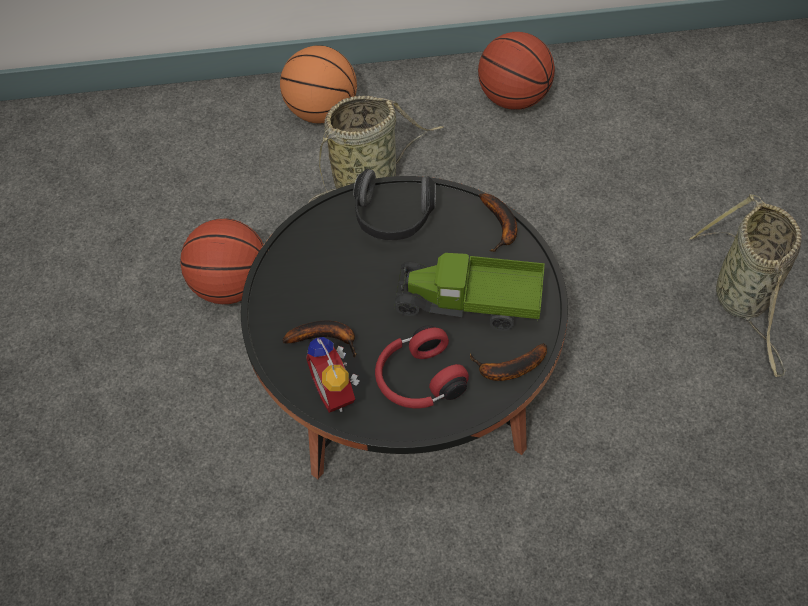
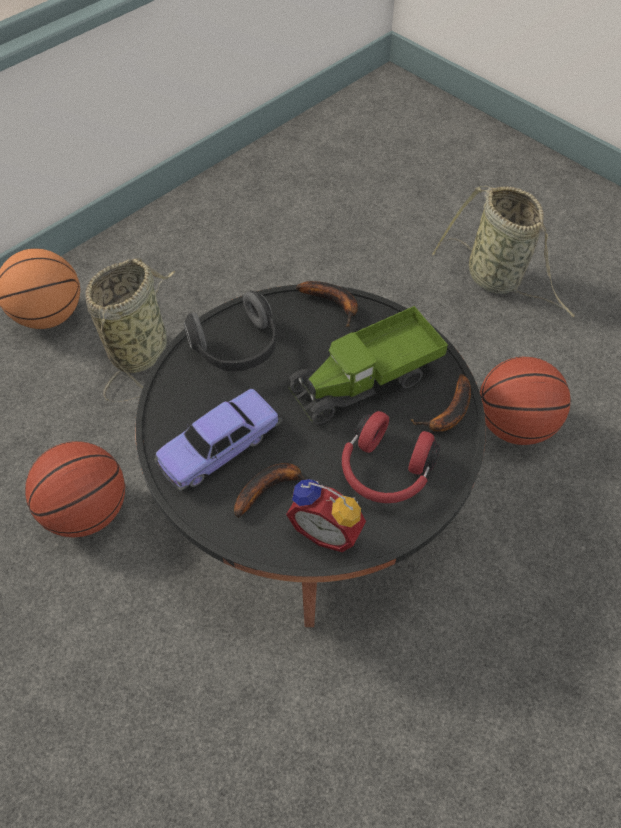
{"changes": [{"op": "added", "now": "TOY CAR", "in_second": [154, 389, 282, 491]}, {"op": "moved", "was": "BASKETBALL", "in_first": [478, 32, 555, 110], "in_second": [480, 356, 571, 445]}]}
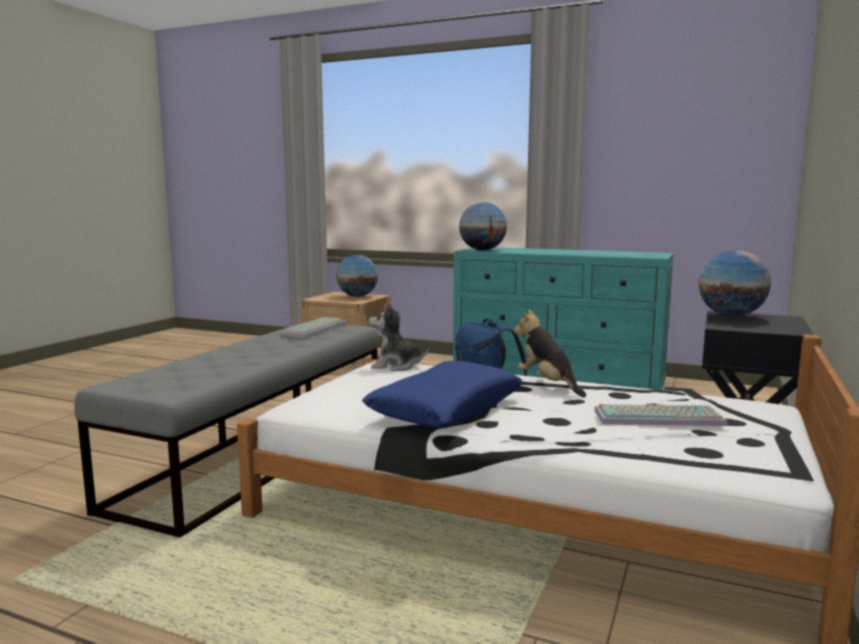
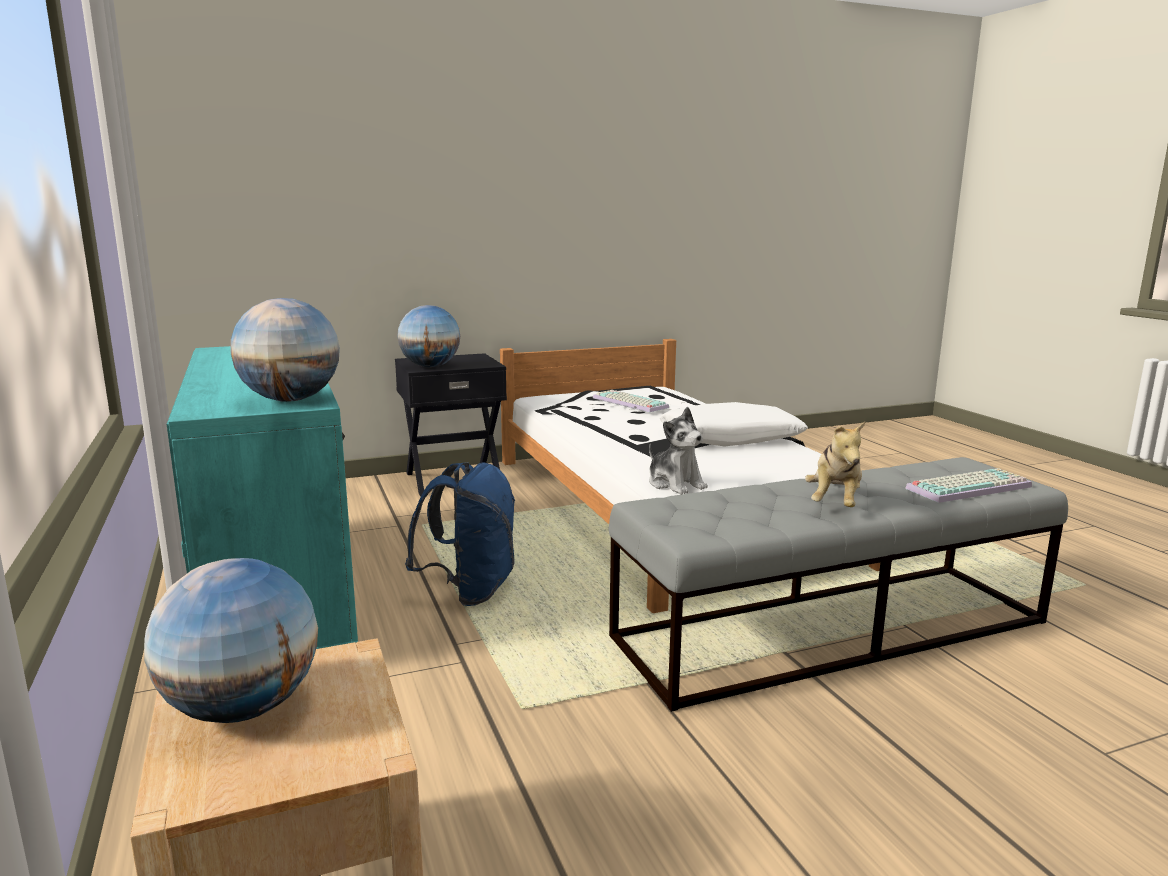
{"changes": [{"op": "recoloured", "was": "BLUE PILLOW", "now": "WHITE PILLOW", "in_first": [361, 361, 523, 428], "in_second": [660, 402, 808, 447]}, {"op": "moved", "was": "PLUSH TOY", "in_first": [514, 309, 586, 397], "in_second": [805, 421, 865, 507]}, {"op": "moved", "was": "KEYBOARD", "in_first": [280, 317, 347, 338], "in_second": [905, 468, 1032, 503]}]}
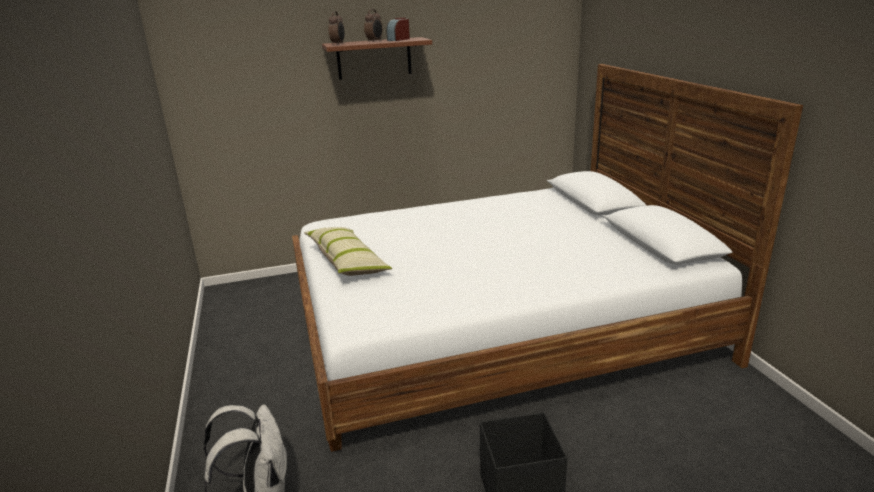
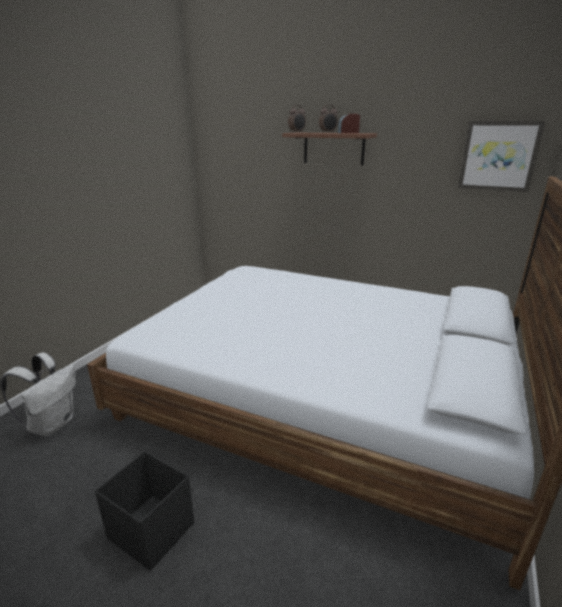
{"changes": [{"op": "added", "now": "PICTURE", "in_second": [458, 121, 545, 192]}, {"op": "removed", "was": "PILLOW", "in_first": [304, 227, 392, 276]}]}
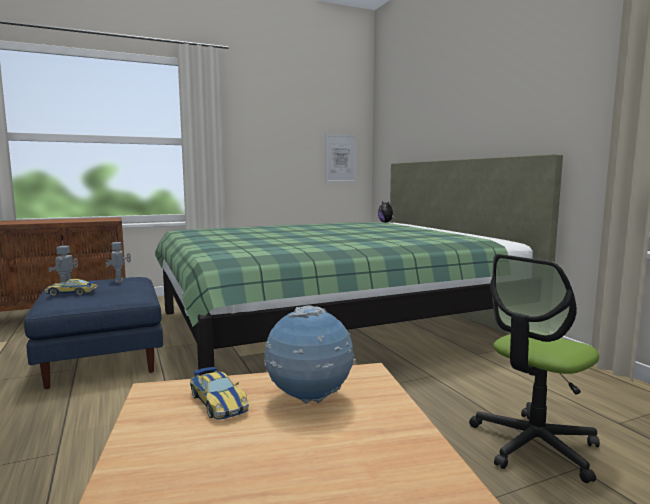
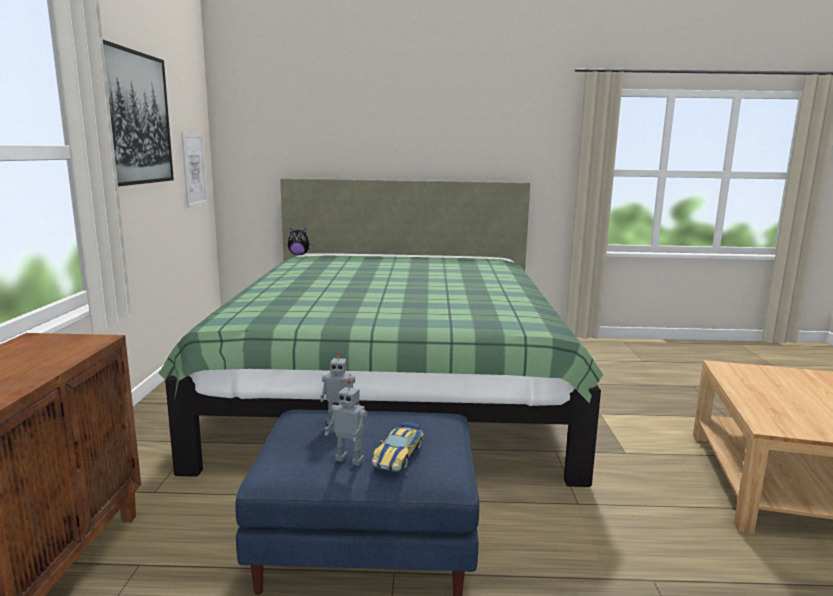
{"changes": [{"op": "added", "now": "PICTURE", "in_second": [103, 40, 174, 186]}, {"op": "removed", "was": "TOY CAR", "in_first": [190, 367, 249, 420]}, {"op": "removed", "was": "GLOBE", "in_first": [264, 305, 356, 404]}, {"op": "removed", "was": "OFFICE CHAIR", "in_first": [469, 254, 600, 483]}]}
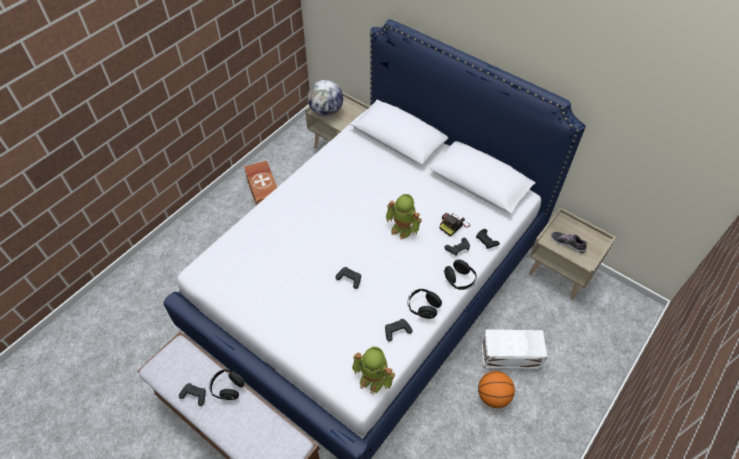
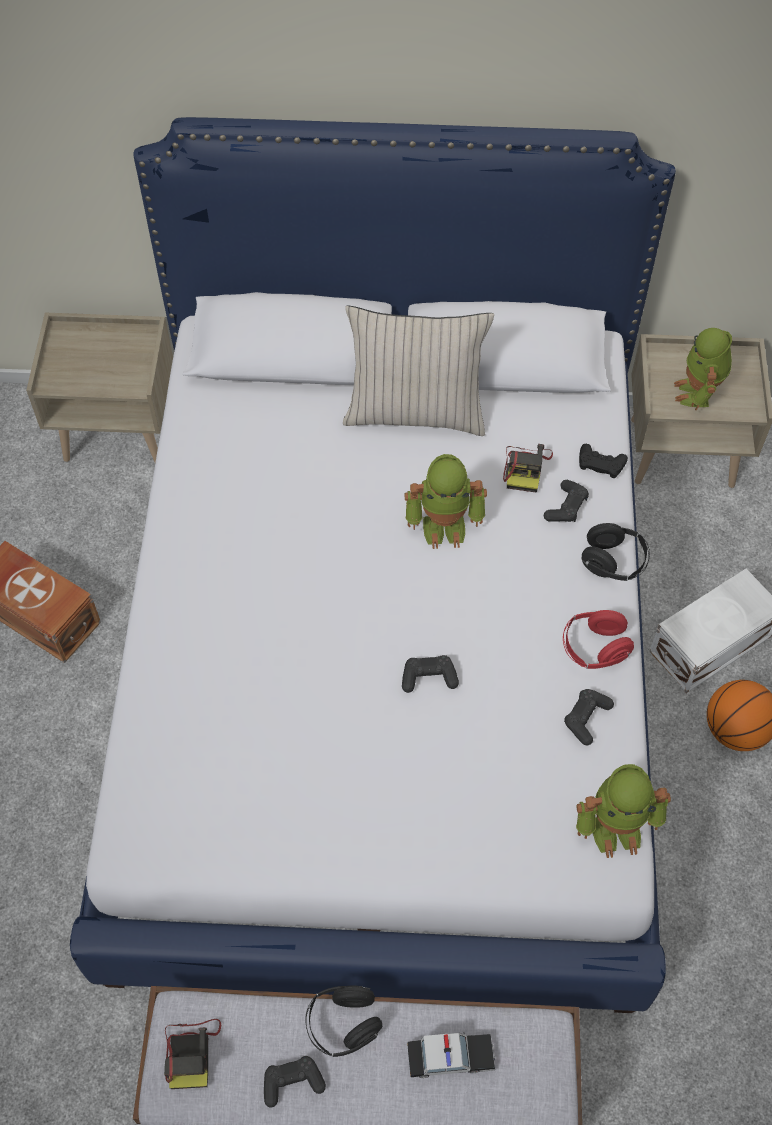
{"changes": [{"op": "added", "now": "PHOTO CAMERA", "in_second": [164, 1019, 221, 1089]}, {"op": "added", "now": "BEIGE PILLOW", "in_second": [343, 305, 494, 436]}, {"op": "added", "now": "TOY CAR", "in_second": [407, 1033, 495, 1078]}, {"op": "recoloured", "was": "BLACK HEADPHONES", "now": "RED HEADPHONES", "in_first": [408, 289, 442, 319], "in_second": [563, 610, 634, 669]}, {"op": "replaced", "was": "SHOE", "now": "TOY ROBOT", "in_first": [551, 232, 587, 253], "in_second": [674, 328, 732, 410]}, {"op": "removed", "was": "GLOBE", "in_first": [307, 80, 343, 116]}]}
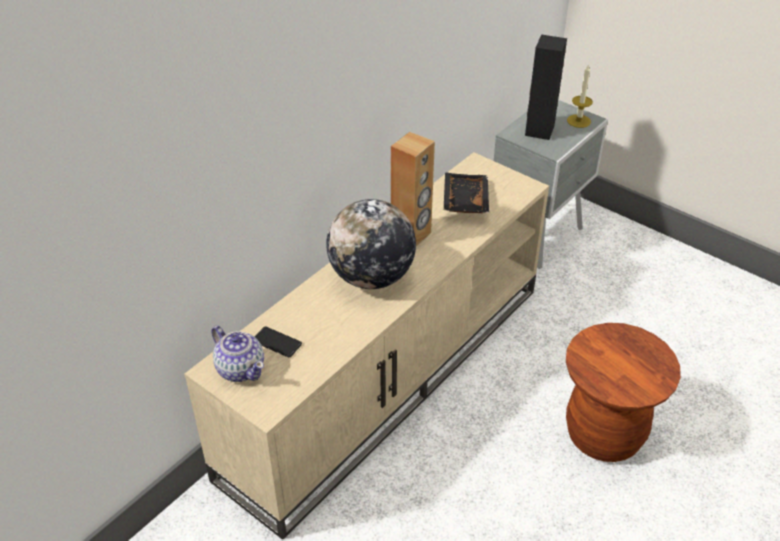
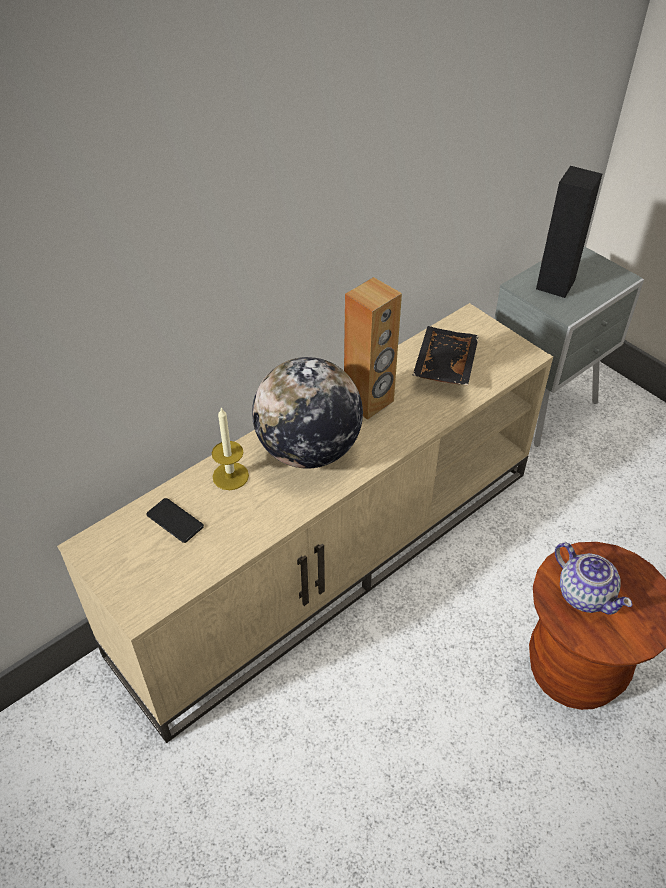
{"changes": [{"op": "moved", "was": "CANDLE", "in_first": [567, 64, 593, 128], "in_second": [212, 407, 249, 490]}, {"op": "moved", "was": "TEAPOT", "in_first": [211, 326, 264, 382], "in_second": [555, 543, 632, 615]}]}
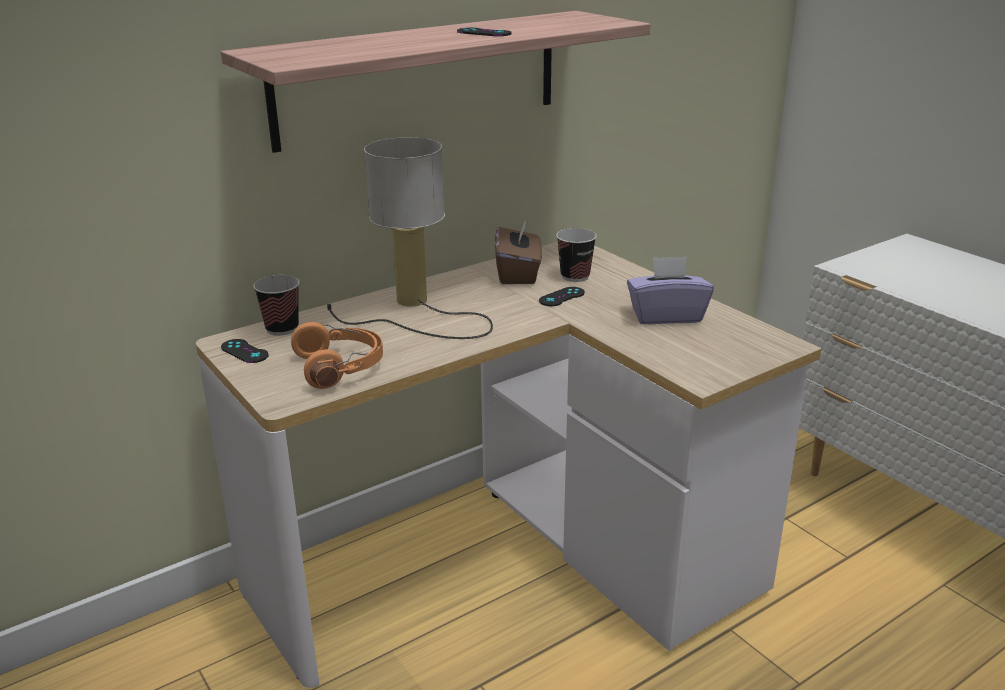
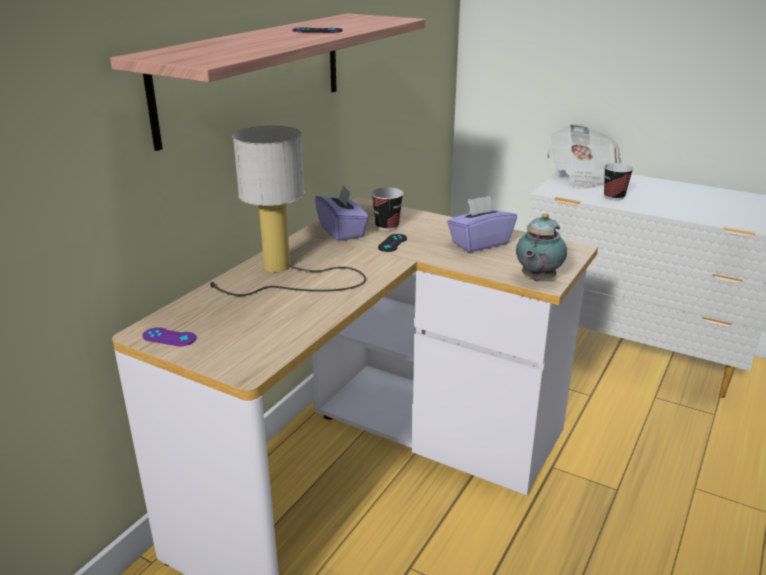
{"changes": [{"op": "recoloured", "was": "BLACK GAME CONTROLLER", "now": "PURPLE GAME CONTROLLER", "in_first": [221, 339, 269, 363], "in_second": [142, 327, 196, 346]}, {"op": "recoloured", "was": "BROWN TISSUE BOX", "now": "PURPLE TISSUE BOX", "in_first": [495, 220, 542, 284], "in_second": [315, 185, 369, 241]}, {"op": "added", "now": "TEAPOT", "in_second": [516, 213, 567, 281]}, {"op": "added", "now": "NEWSPAPER", "in_second": [547, 124, 619, 189]}, {"op": "moved", "was": "CUP", "in_first": [253, 275, 300, 336], "in_second": [604, 163, 633, 200]}, {"op": "removed", "was": "ORANGE HEADPHONES", "in_first": [291, 322, 383, 389]}]}
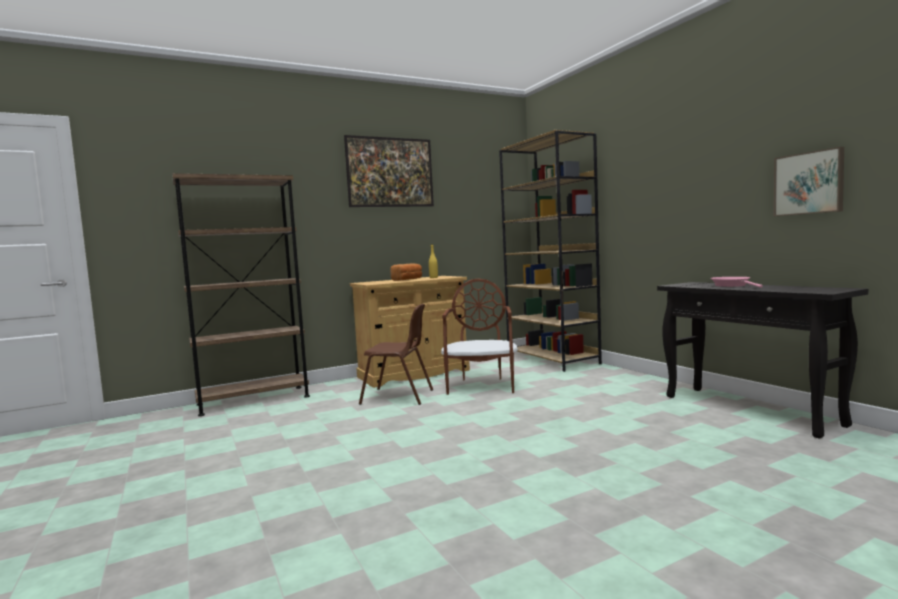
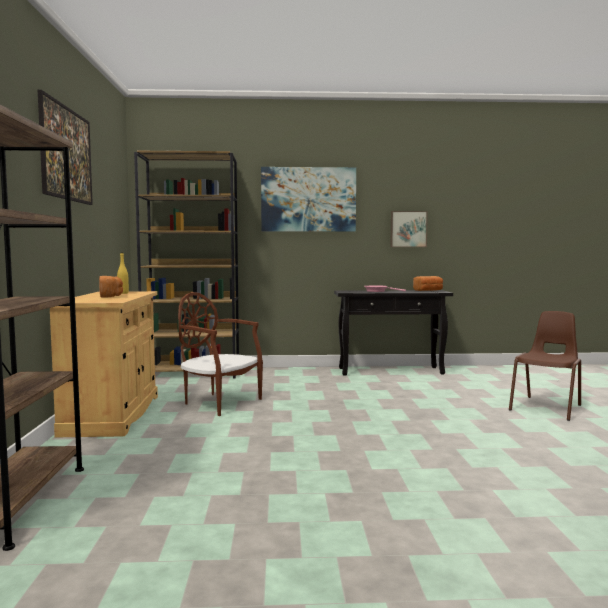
{"changes": [{"op": "added", "now": "PICTURE", "in_second": [261, 167, 356, 232]}, {"op": "added", "now": "BREAD", "in_second": [413, 276, 443, 291]}, {"op": "moved", "was": "BROWN CHAIR", "in_first": [359, 304, 433, 405], "in_second": [509, 311, 581, 421]}]}
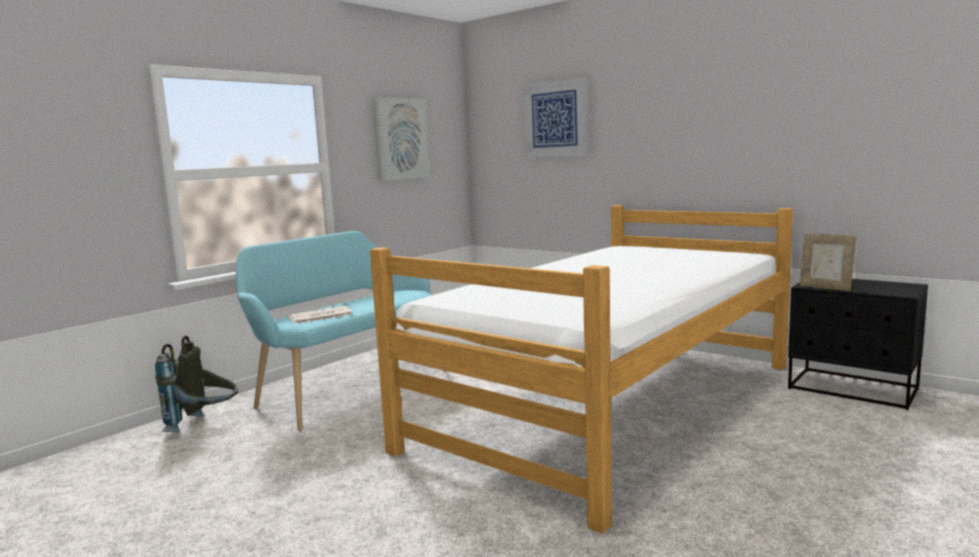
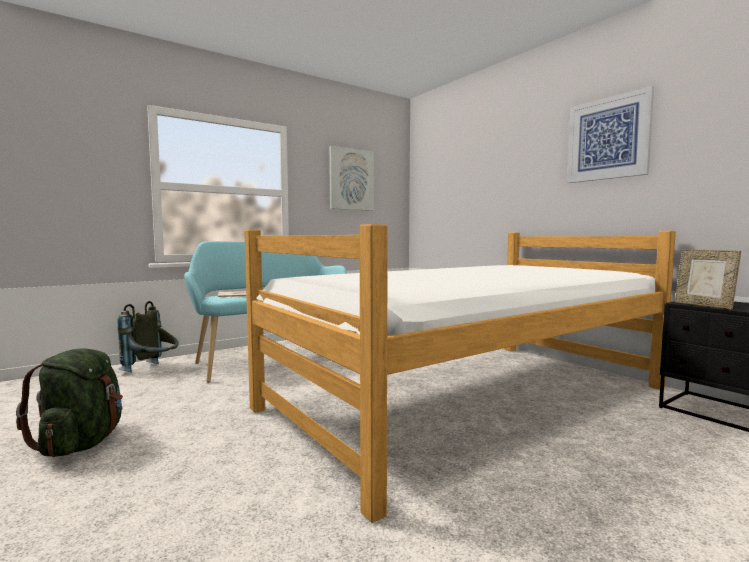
{"changes": [{"op": "added", "now": "GREEN BACKPACK", "in_second": [16, 348, 123, 457]}, {"op": "moved", "was": "PICTURE", "in_first": [523, 77, 588, 157], "in_second": [567, 86, 654, 183]}]}
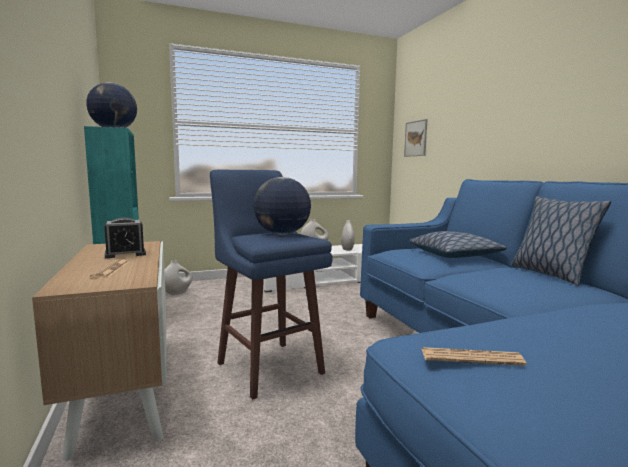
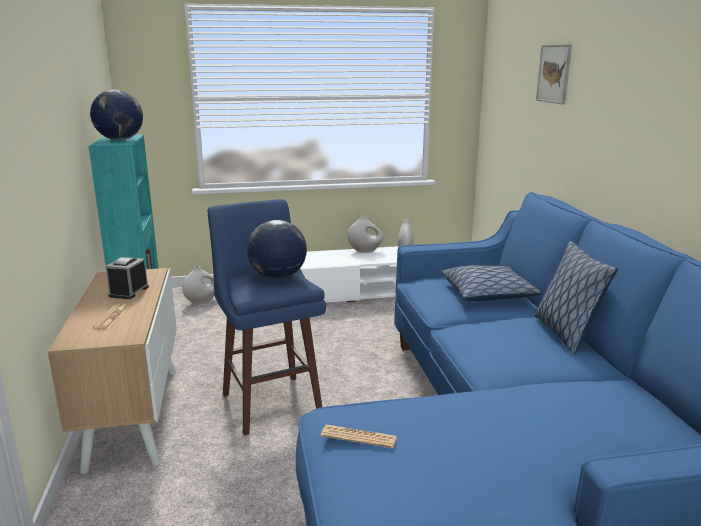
{"changes": [{"op": "turned", "was": "ALARM CLOCK", "in_first": [104, 218, 146, 258], "in_second": [105, 257, 149, 299], "clockwise": 120}, {"op": "moved", "was": "PICTURE", "in_first": [404, 119, 427, 157], "in_second": [536, 44, 572, 104]}]}
